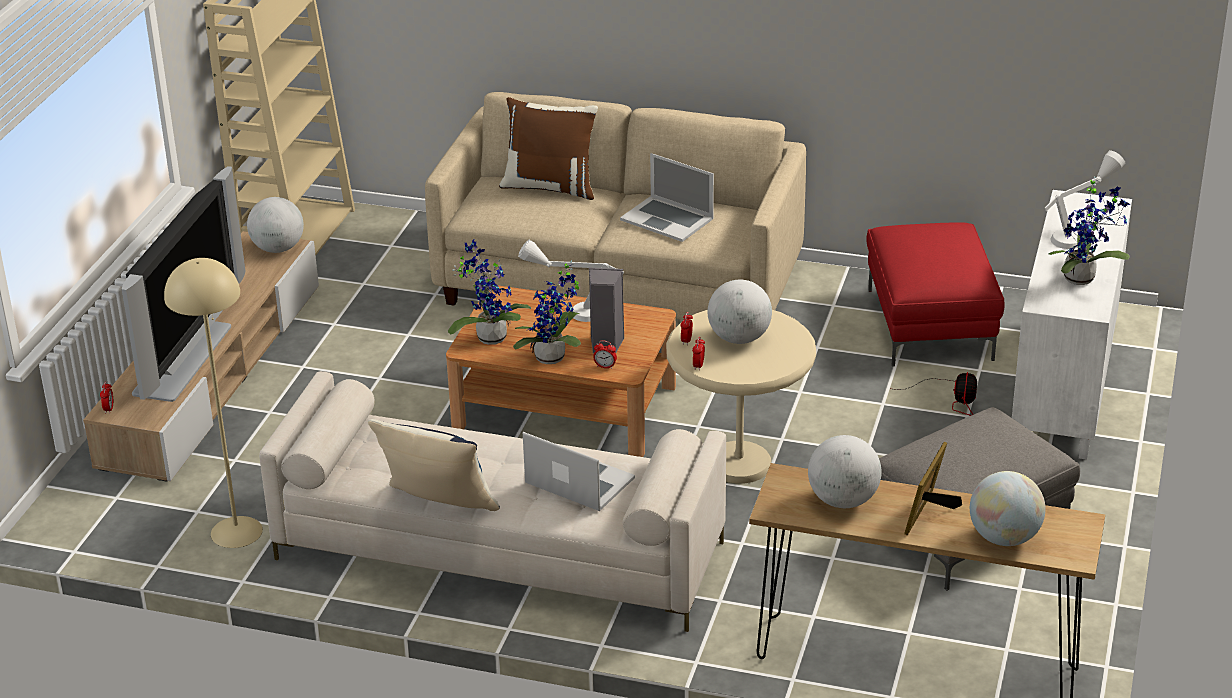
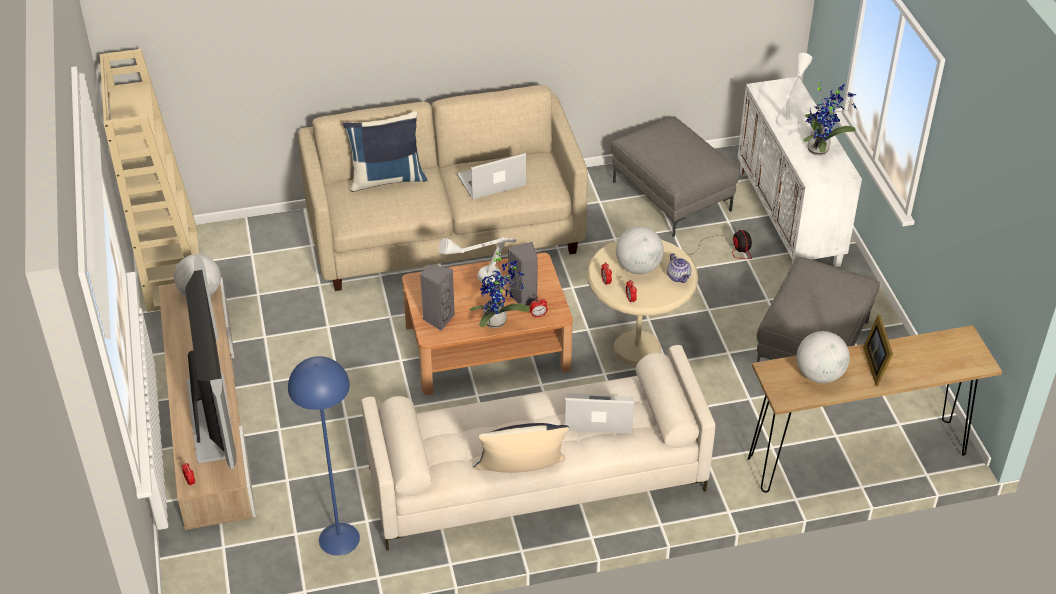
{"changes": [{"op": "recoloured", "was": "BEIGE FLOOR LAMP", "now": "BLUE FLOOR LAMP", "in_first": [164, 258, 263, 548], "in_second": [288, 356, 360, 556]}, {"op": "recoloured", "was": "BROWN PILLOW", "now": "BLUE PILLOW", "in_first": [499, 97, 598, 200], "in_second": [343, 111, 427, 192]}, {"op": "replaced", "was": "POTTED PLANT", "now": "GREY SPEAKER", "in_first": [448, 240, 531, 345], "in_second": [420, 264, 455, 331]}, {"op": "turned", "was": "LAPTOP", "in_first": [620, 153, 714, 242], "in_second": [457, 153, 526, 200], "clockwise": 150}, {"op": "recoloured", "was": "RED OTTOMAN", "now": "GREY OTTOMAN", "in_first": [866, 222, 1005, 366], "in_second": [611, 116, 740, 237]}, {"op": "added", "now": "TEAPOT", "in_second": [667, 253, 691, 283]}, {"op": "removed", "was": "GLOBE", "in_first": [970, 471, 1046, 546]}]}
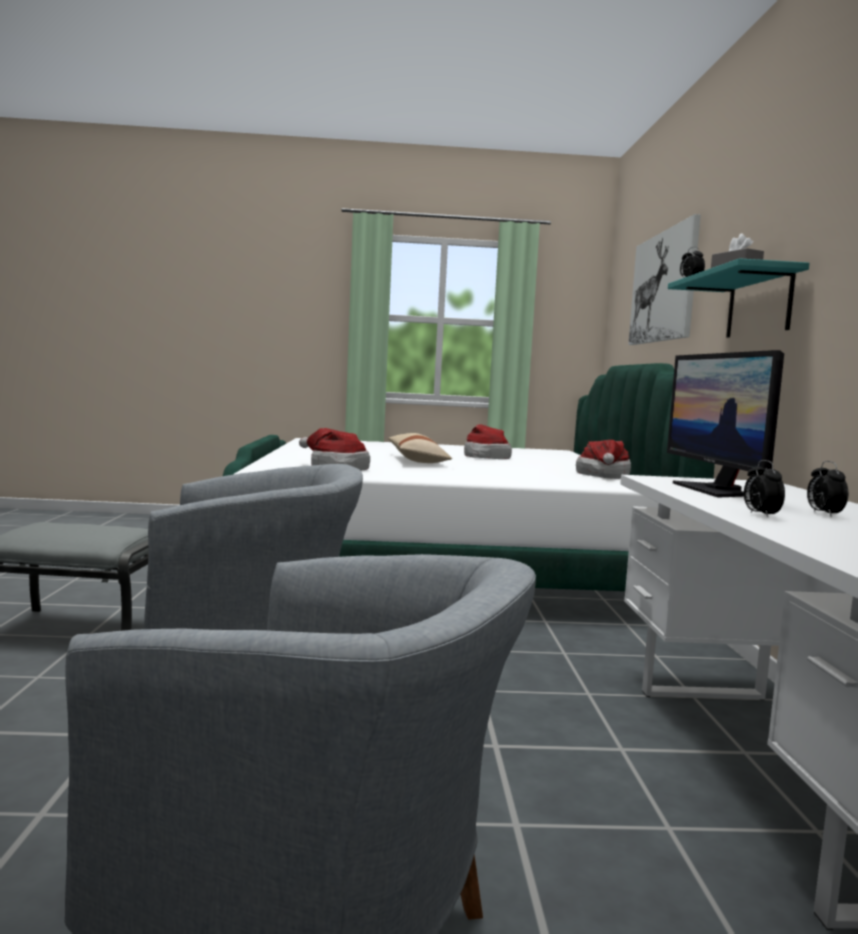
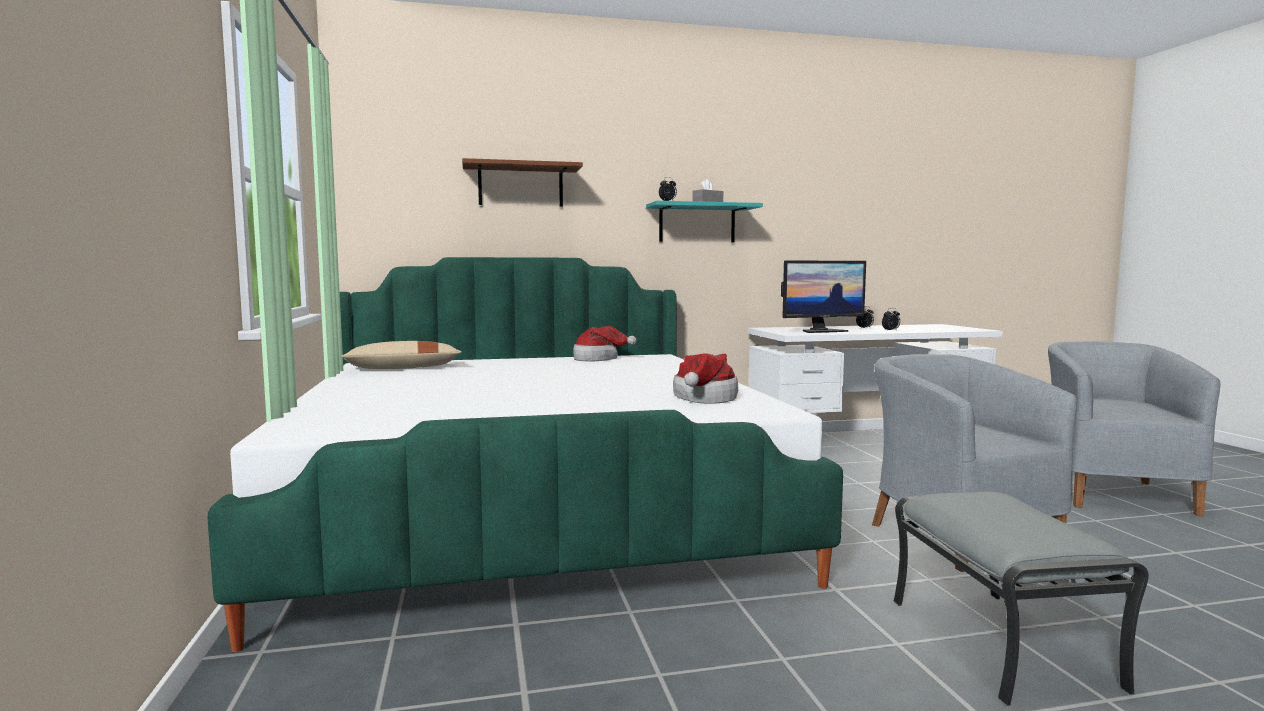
{"changes": [{"op": "moved", "was": "BEIGE PILLOW", "in_first": [388, 433, 452, 463], "in_second": [341, 341, 462, 369]}, {"op": "replaced", "was": "PICTURE", "now": "BROWN SHELF", "in_first": [628, 214, 701, 345], "in_second": [462, 158, 583, 207]}, {"op": "removed", "was": "HAT", "in_first": [464, 424, 512, 459]}]}
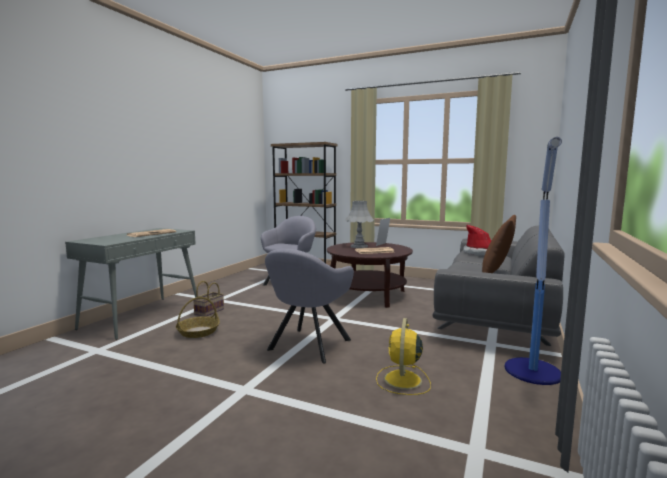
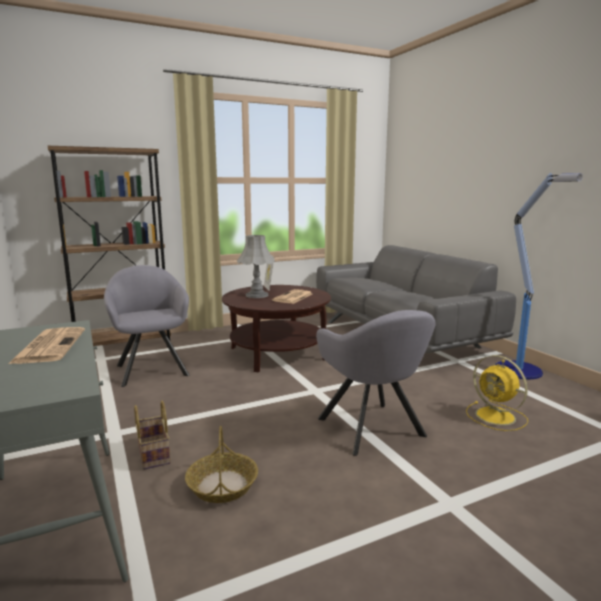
{"changes": [{"op": "removed", "was": "HAT", "in_first": [463, 225, 492, 256]}, {"op": "removed", "was": "BROWN PILLOW", "in_first": [482, 215, 516, 273]}]}
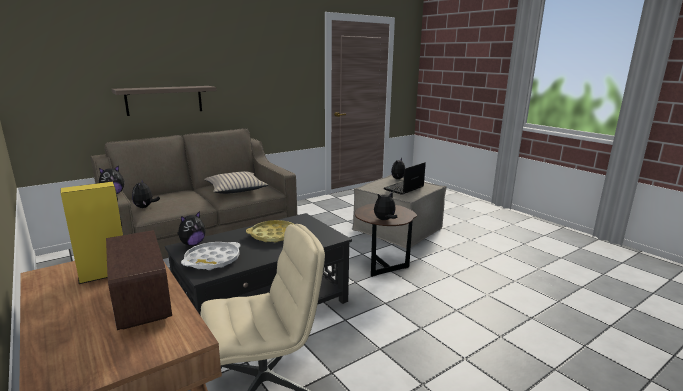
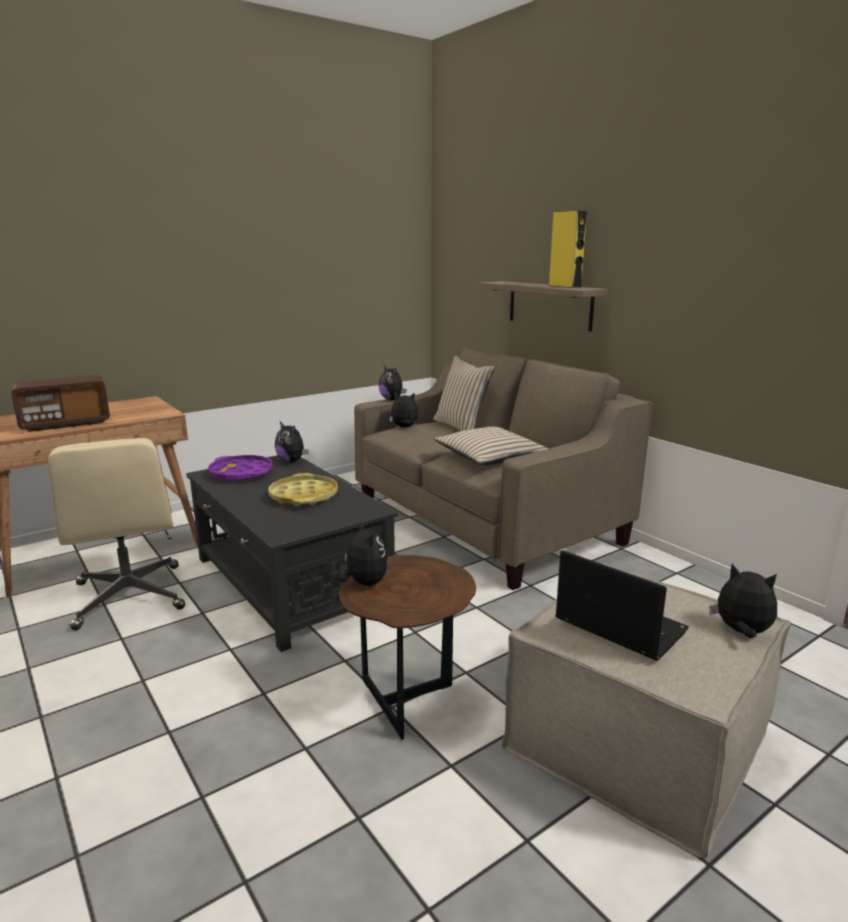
{"changes": [{"op": "recoloured", "was": "WHITE TRAY", "now": "PURPLE TRAY", "in_first": [181, 242, 240, 270], "in_second": [208, 455, 273, 482]}, {"op": "added", "now": "BEIGE PILLOW", "in_second": [434, 356, 495, 431]}, {"op": "moved", "was": "YELLOW SPEAKER", "in_first": [61, 182, 123, 284], "in_second": [549, 211, 587, 288]}]}
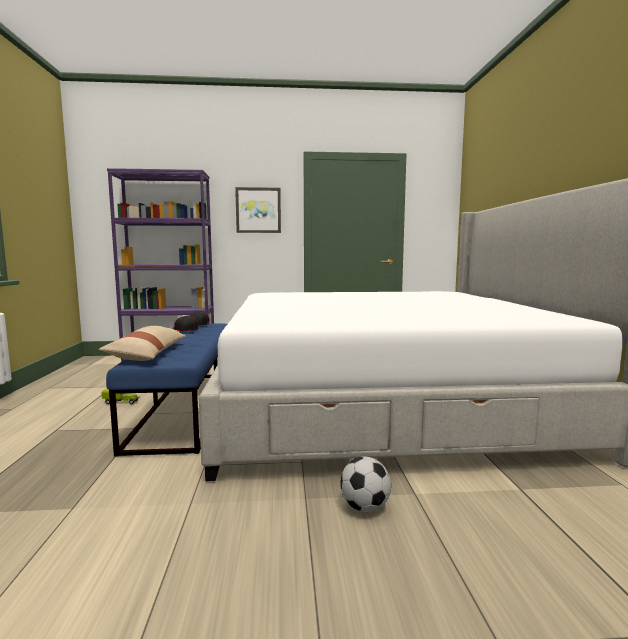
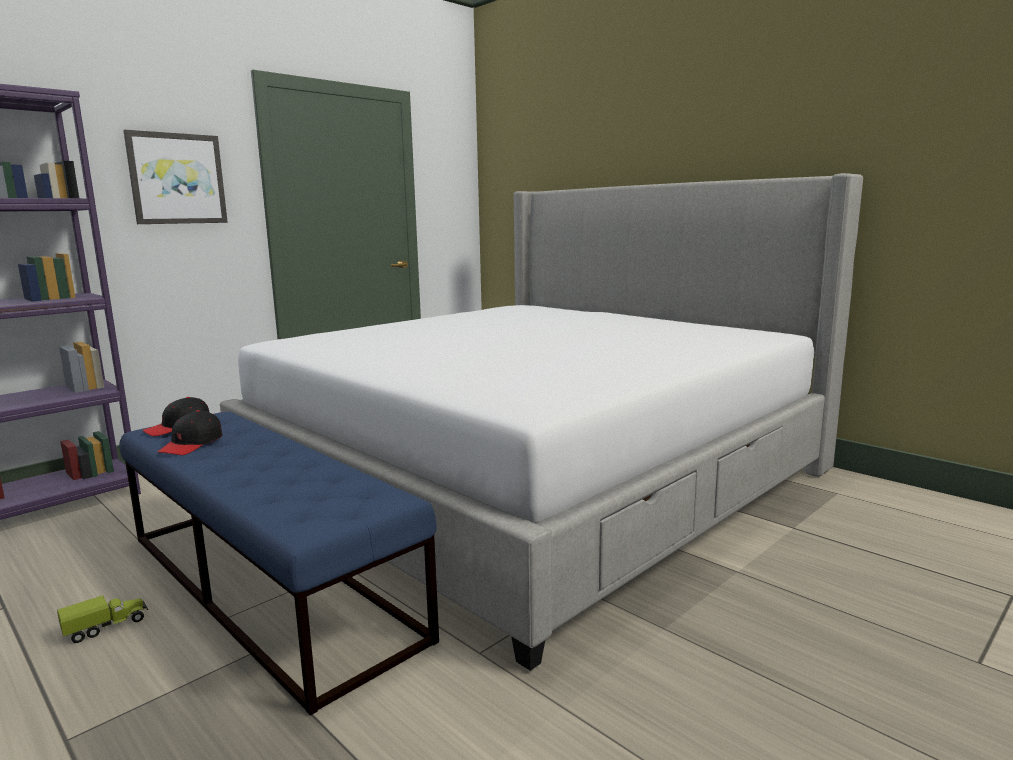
{"changes": [{"op": "removed", "was": "BEIGE PILLOW", "in_first": [99, 326, 186, 361]}, {"op": "removed", "was": "FOOTBALL", "in_first": [340, 456, 391, 512]}]}
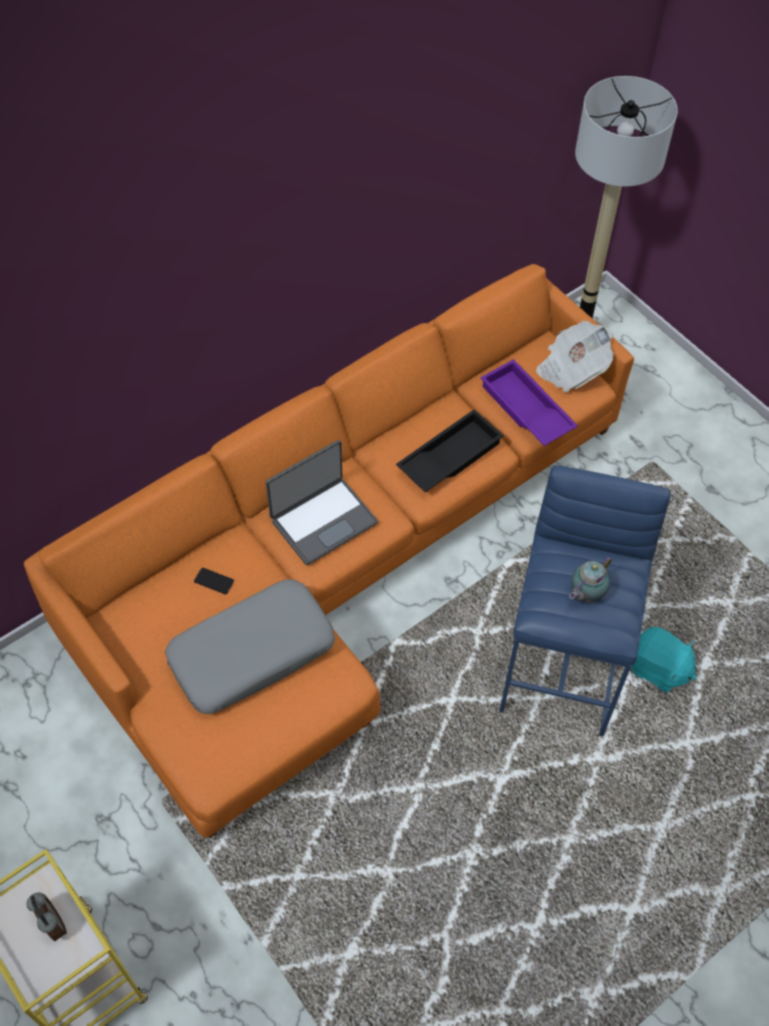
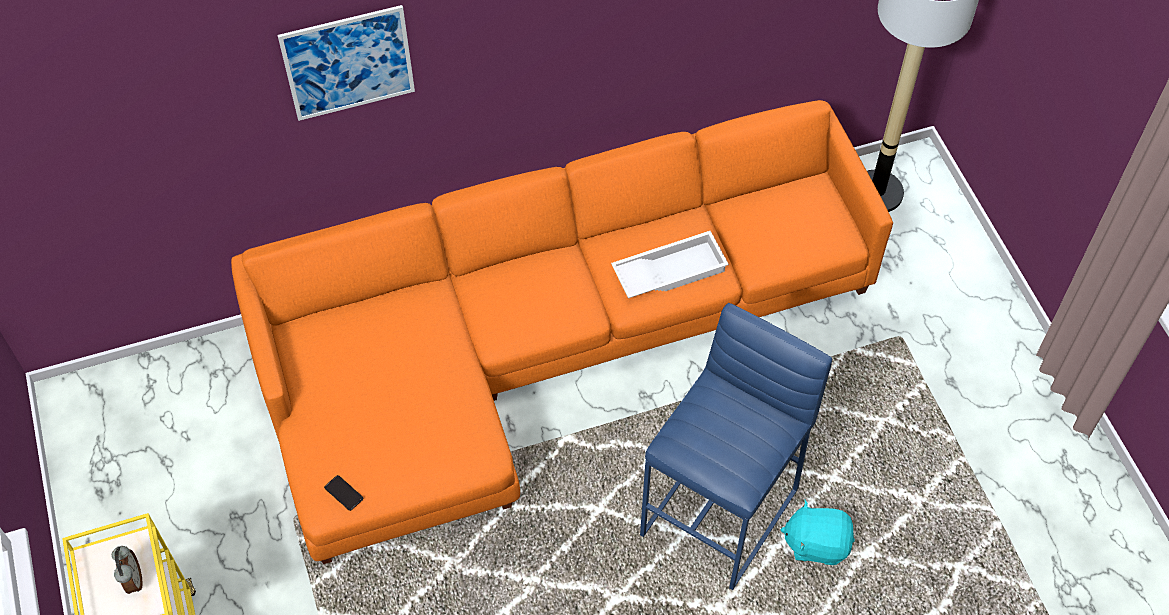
{"changes": [{"op": "added", "now": "PICTURE", "in_second": [278, 5, 415, 121]}, {"op": "moved", "was": "PHONE", "in_first": [194, 568, 234, 594], "in_second": [324, 475, 364, 511]}, {"op": "recoloured", "was": "BLACK TRAY", "now": "WHITE TRAY", "in_first": [396, 409, 504, 492], "in_second": [611, 231, 729, 298]}, {"op": "turned", "was": "TURQUOISE PLUSH TOY", "in_first": [631, 627, 697, 693], "in_second": [781, 500, 855, 565], "clockwise": 135}, {"op": "removed", "was": "GREY PILLOW", "in_first": [165, 579, 335, 714]}, {"op": "removed", "was": "LAPTOP", "in_first": [266, 440, 378, 565]}, {"op": "removed", "was": "PURPLE TRAY", "in_first": [481, 359, 578, 446]}, {"op": "removed", "was": "NEWSPAPER", "in_first": [536, 321, 614, 393]}, {"op": "removed", "was": "TEAPOT", "in_first": [569, 556, 611, 602]}]}
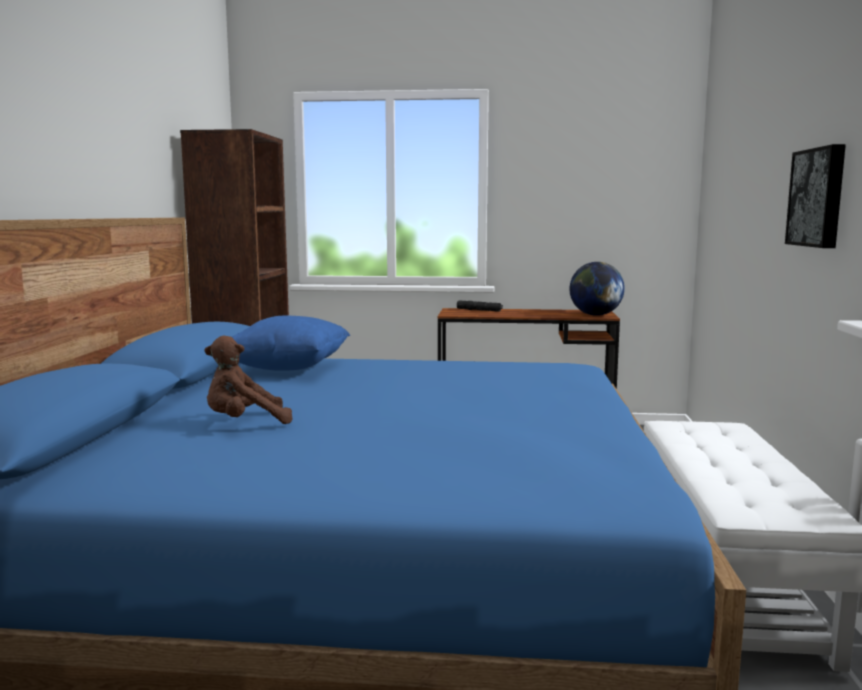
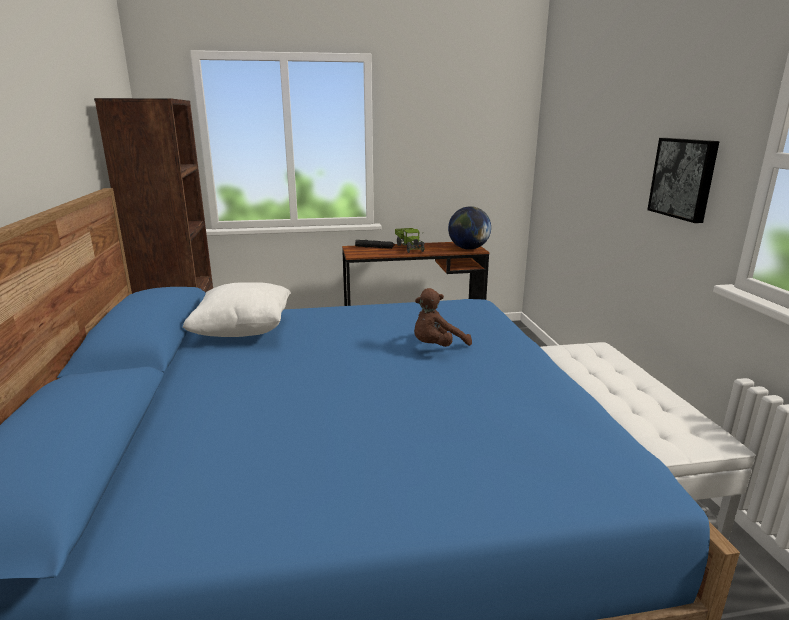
{"changes": [{"op": "recoloured", "was": "BLUE PILLOW", "now": "WHITE PILLOW", "in_first": [232, 316, 350, 371], "in_second": [183, 282, 291, 337]}, {"op": "added", "now": "TOY TRUCK", "in_second": [395, 228, 425, 253]}, {"op": "moved", "was": "BROWN PLUSH TOY", "in_first": [204, 336, 292, 424], "in_second": [414, 288, 472, 347]}]}
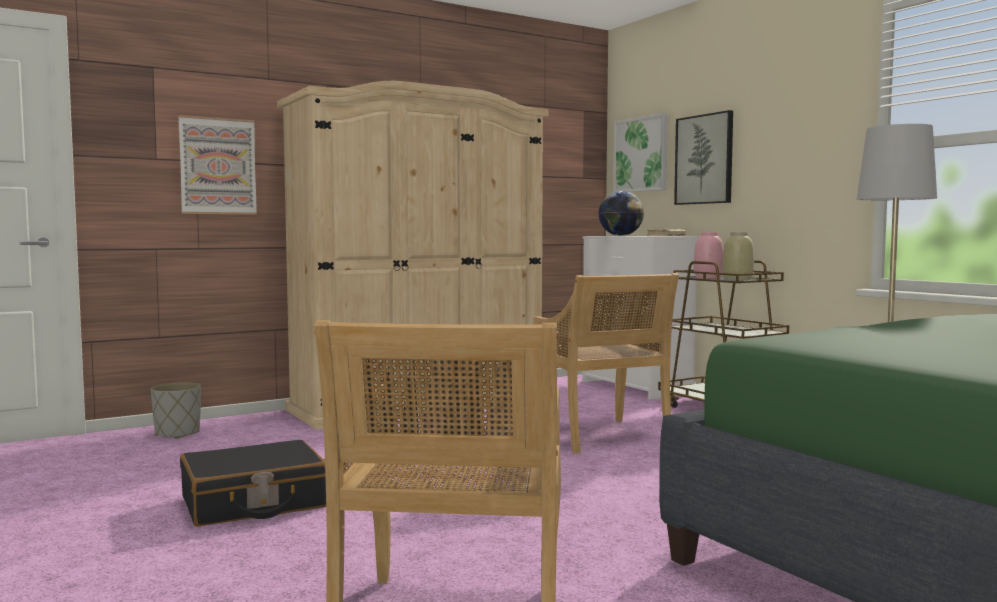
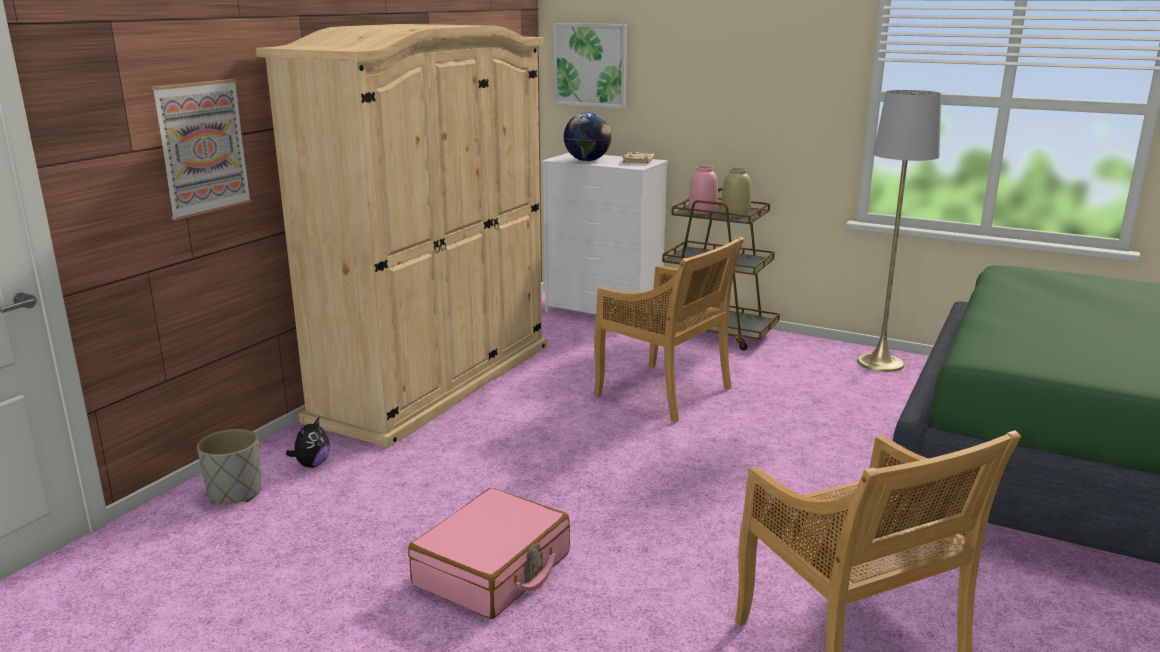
{"changes": [{"op": "added", "now": "PLUSH TOY", "in_second": [286, 417, 330, 468]}, {"op": "recoloured", "was": "BLACK SUITCASE", "now": "PINK SUITCASE", "in_first": [180, 440, 326, 526], "in_second": [408, 488, 570, 619]}, {"op": "removed", "was": "PICTURE", "in_first": [674, 110, 733, 205]}]}
